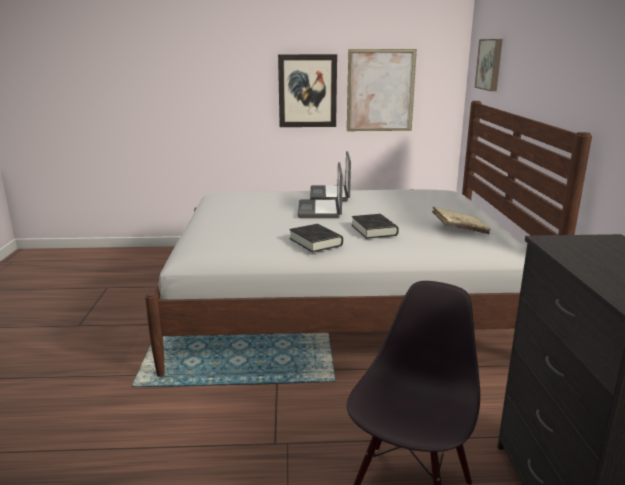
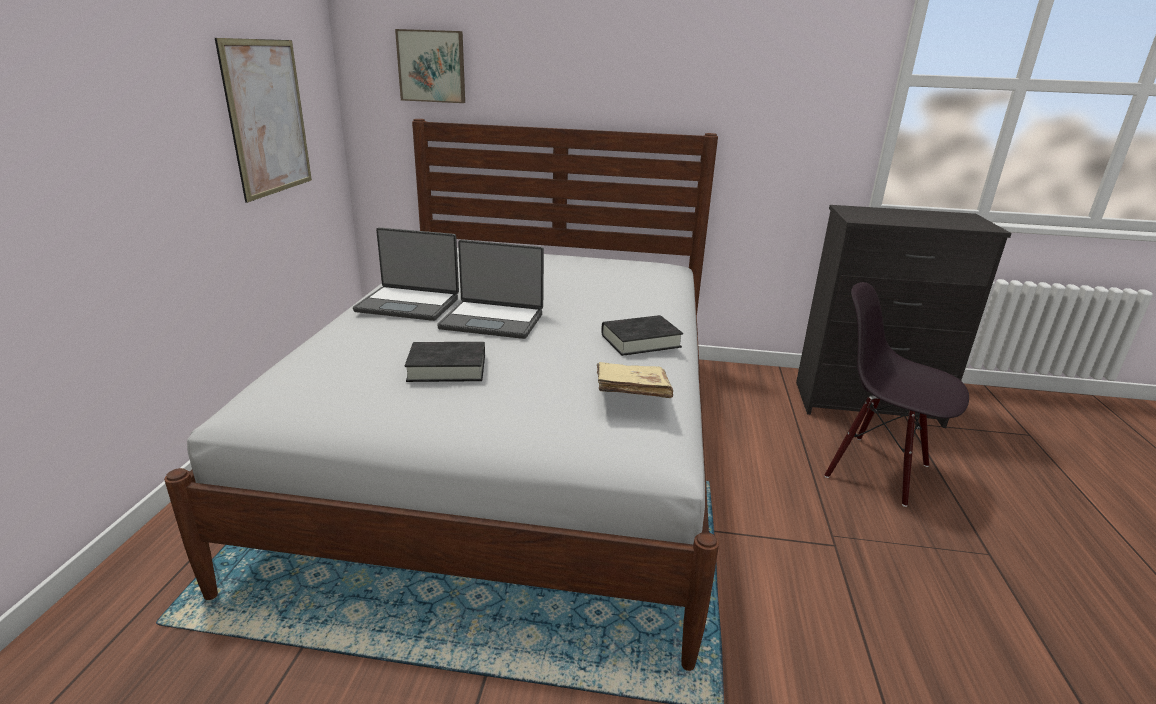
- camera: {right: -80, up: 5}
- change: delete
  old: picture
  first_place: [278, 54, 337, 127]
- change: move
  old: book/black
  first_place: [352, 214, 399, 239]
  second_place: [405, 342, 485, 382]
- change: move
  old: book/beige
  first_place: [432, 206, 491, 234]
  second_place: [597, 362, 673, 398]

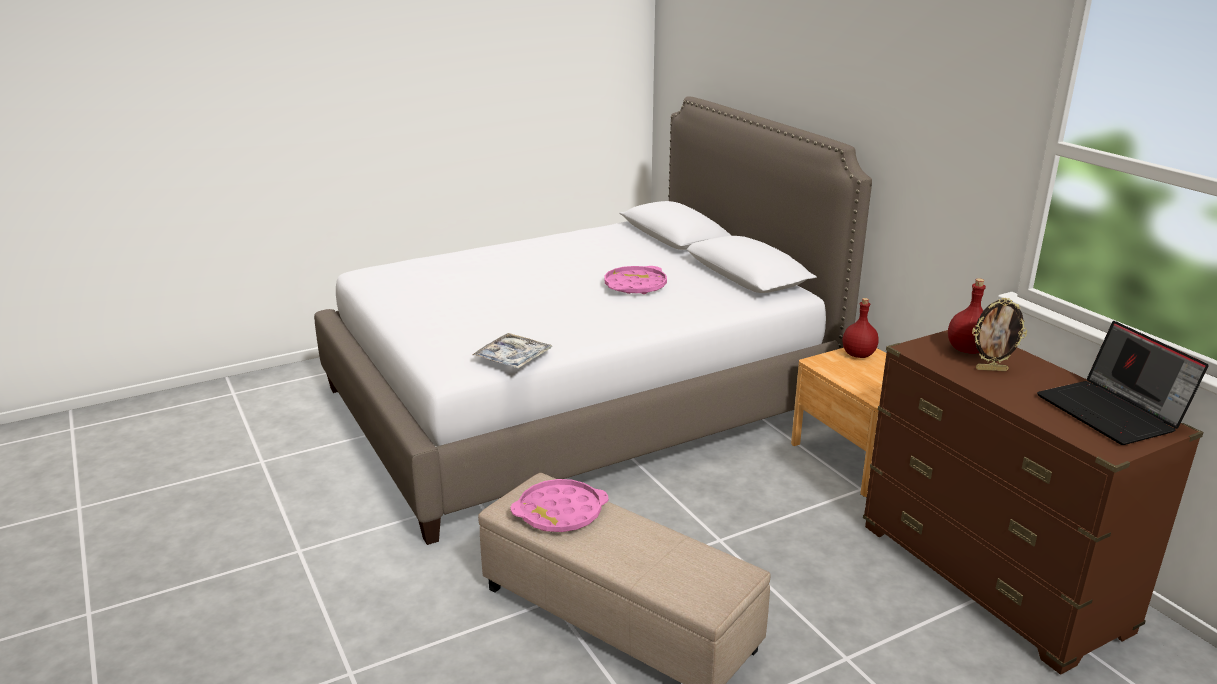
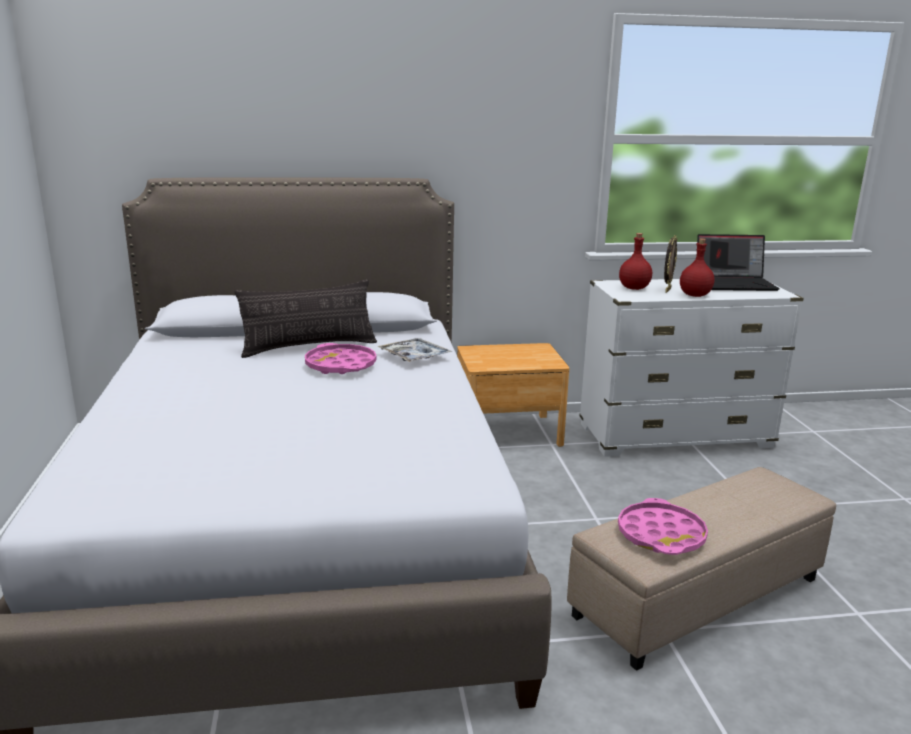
- camera: {right: -70, up: -5}
- change: move
  old: tray
  first_place: [472, 333, 552, 369]
  second_place: [377, 338, 452, 362]
- change: move
  old: bottle/red
  first_place: [843, 298, 879, 358]
  second_place: [680, 239, 715, 297]
- change: recolor
  old: dresser/brown
  new: dresser/white
  first_place: [863, 330, 1204, 675]
  second_place: [579, 279, 804, 457]
- change: insert
  new: pillow
  second_place: [235, 279, 377, 358]

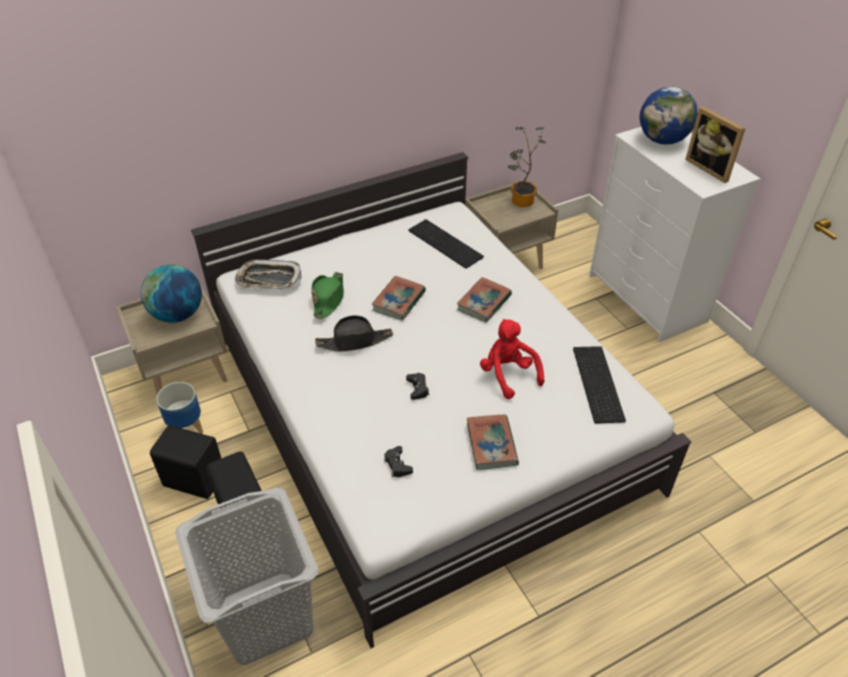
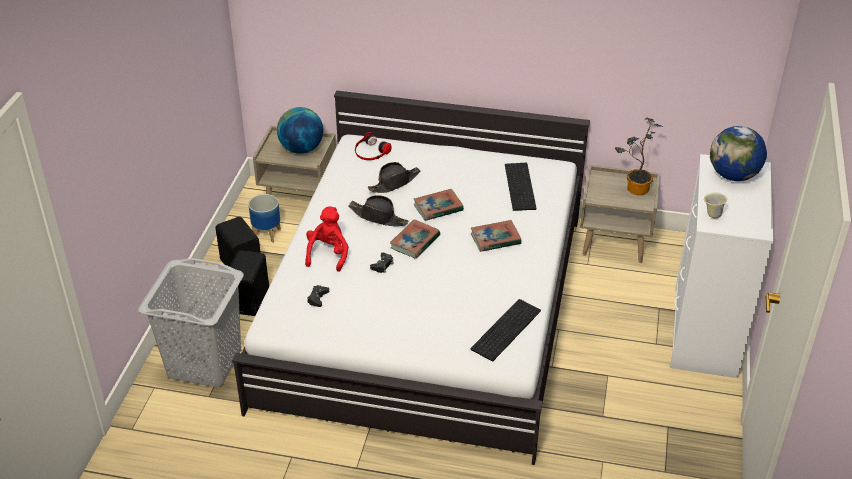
- camera: {right: 40, up: -5}
- change: replace
  old: tray
  new: headphones
  first_place: [234, 259, 302, 290]
  second_place: [355, 132, 392, 160]
- change: recolor
  old: hat/green
  new: hat/black
  first_place: [311, 272, 344, 319]
  second_place: [368, 162, 420, 193]
- change: move
  old: book
  first_place: [467, 415, 519, 470]
  second_place: [390, 219, 440, 259]
- change: move
  old: plush toy/red
  first_place: [480, 319, 544, 399]
  second_place: [305, 206, 348, 272]
- change: delete
  old: picture frame
  first_place: [685, 106, 746, 183]
- change: insert
  new: mug/beige
  second_place: [704, 193, 727, 219]

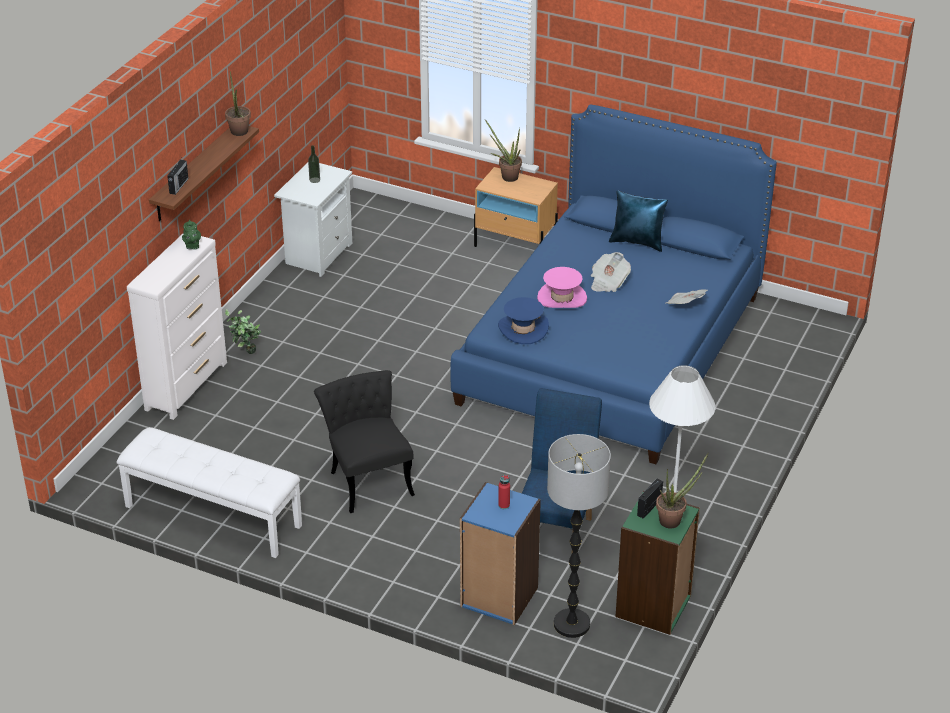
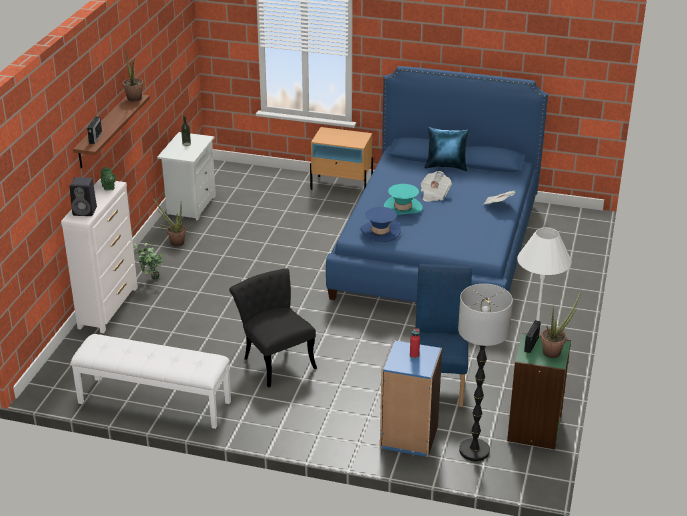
- camera: {right: -10, up: -5}
- change: move
  old: potted plant
  first_place: [485, 120, 522, 182]
  second_place: [152, 198, 186, 247]
- change: recolor
  old: hat/pink
  new: hat/turquoise
  first_place: [537, 267, 587, 308]
  second_place: [384, 184, 423, 215]
- change: insert
  new: speaker/black
  second_place: [70, 177, 97, 216]

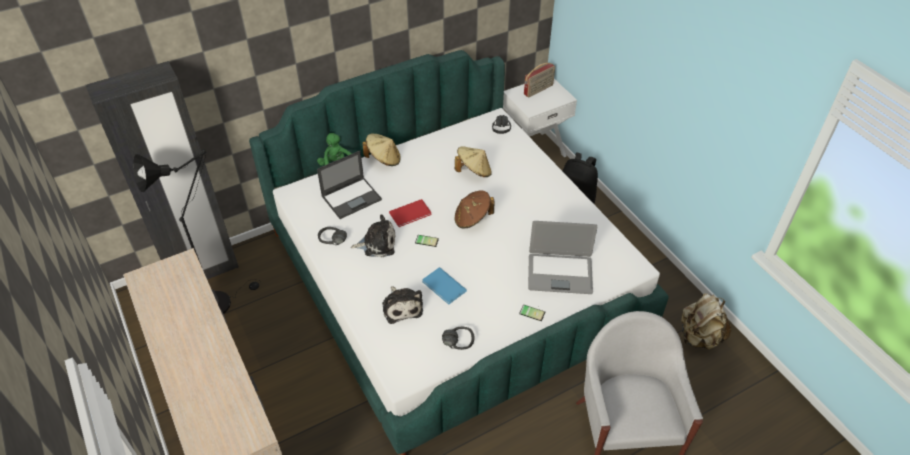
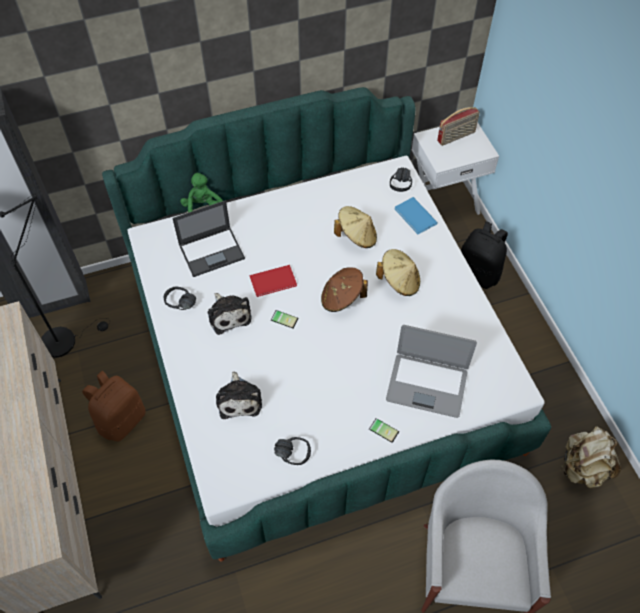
- camera: {right: 10, up: 10}
- change: rotate
  old: plush toy
  first_place: [351, 214, 395, 258]
  second_place: [207, 293, 251, 335]
  degrees: 60
- change: move
  old: hat/beige
  first_place: [362, 133, 401, 166]
  second_place: [376, 249, 420, 296]
- change: move
  old: book/blue
  first_place: [422, 267, 467, 304]
  second_place: [395, 197, 438, 234]
- change: insert
  new: backpack/brown
  second_place: [82, 371, 146, 442]

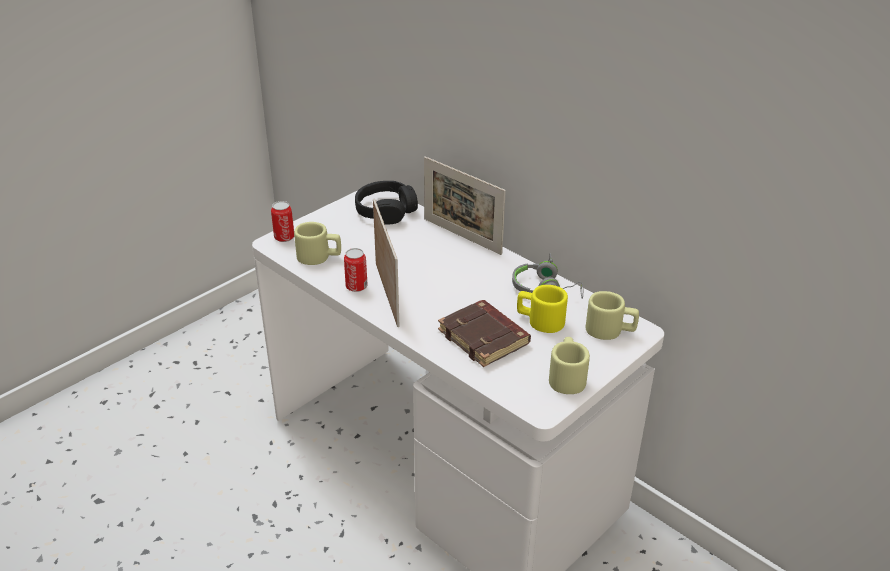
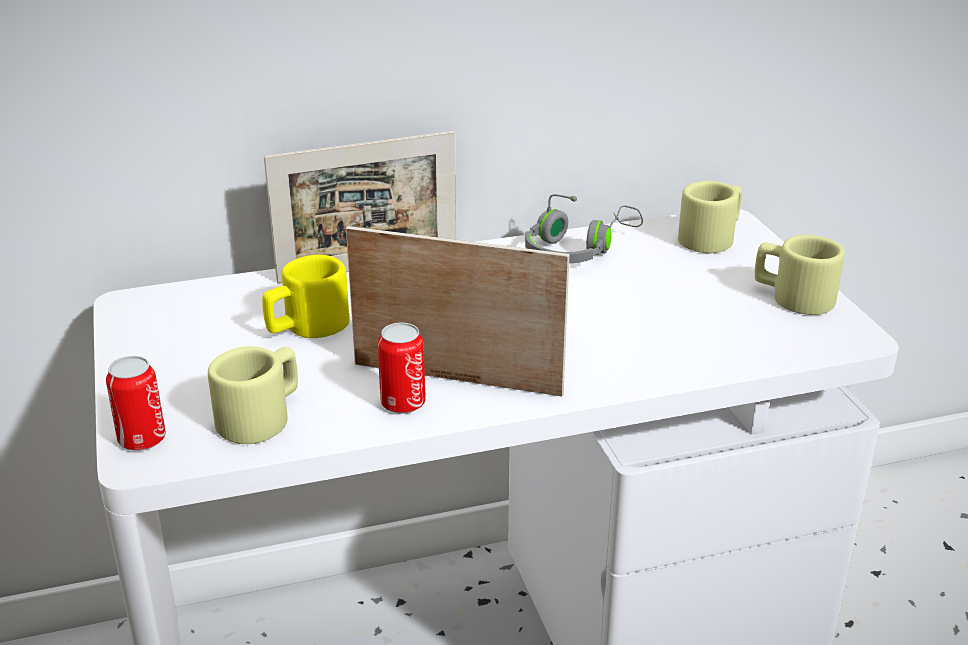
- camera: {right: -60, up: -5}
- change: delete
  old: headphones/black
  first_place: [355, 181, 418, 225]
- change: delete
  old: book/brown
  first_place: [438, 300, 531, 367]
- change: move
  old: mug/yellow
  first_place: [517, 285, 568, 333]
  second_place: [262, 255, 350, 338]

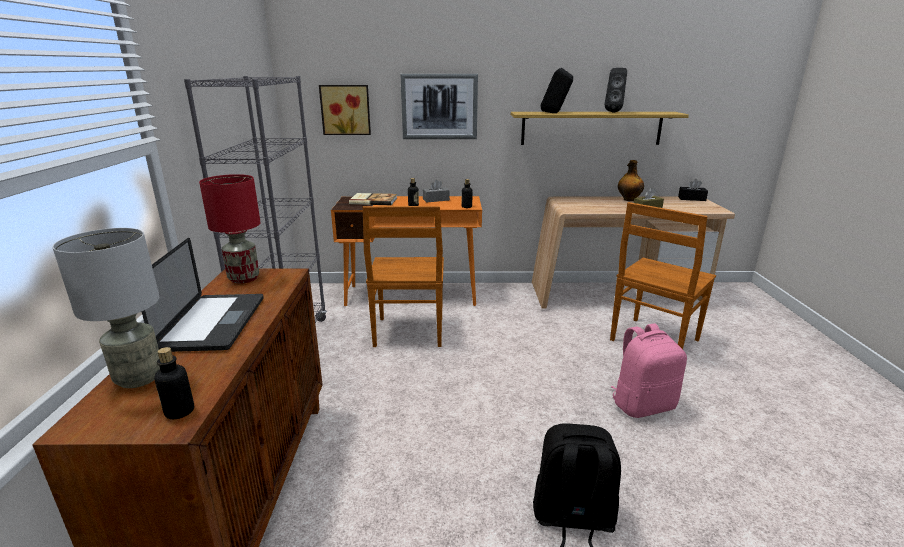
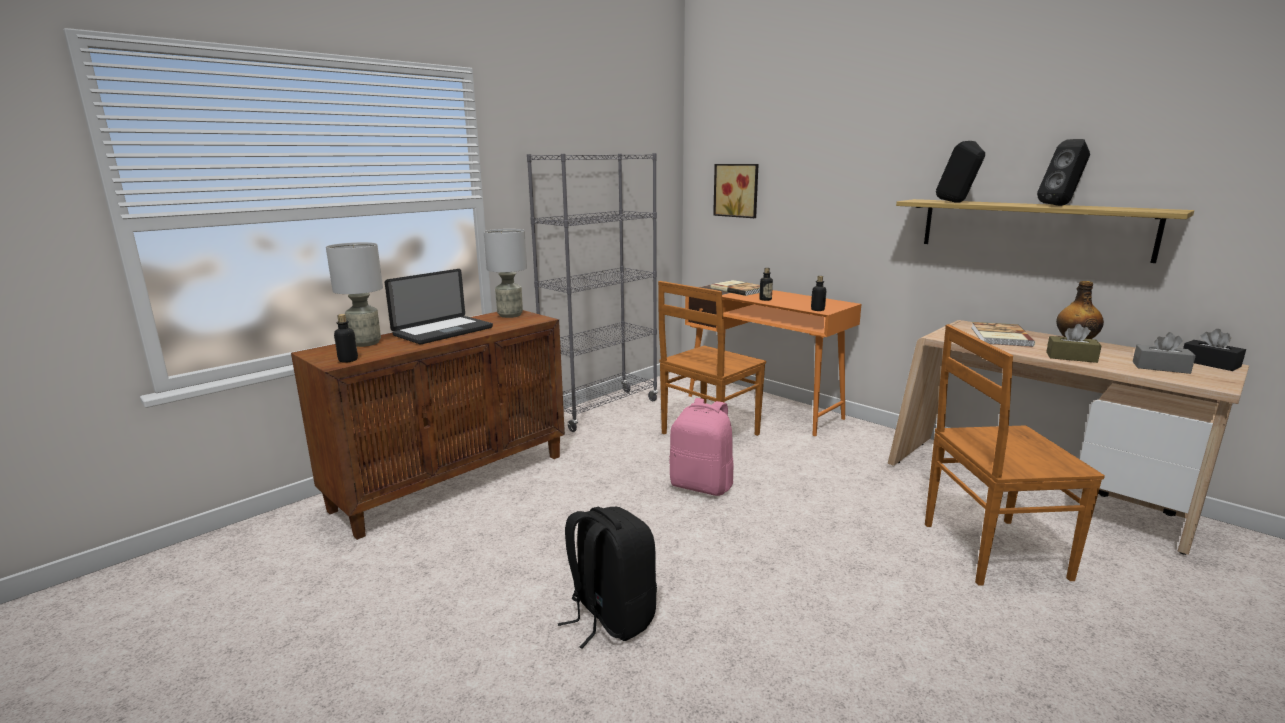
- camera: {right: 45, up: -5}
- change: recolor
  old: table lamp/red
  new: table lamp/grey
  first_place: [199, 174, 260, 284]
  second_place: [484, 229, 527, 318]
- change: delete
  old: picture
  first_place: [401, 74, 478, 139]
- change: move
  old: tissue box/grey
  first_place: [423, 179, 450, 202]
  second_place: [1133, 332, 1196, 374]
- change: move
  old: backpack/pink
  first_place: [611, 324, 687, 418]
  second_place: [669, 398, 733, 496]
- change: insert
  new: book
  second_place: [971, 322, 1035, 347]

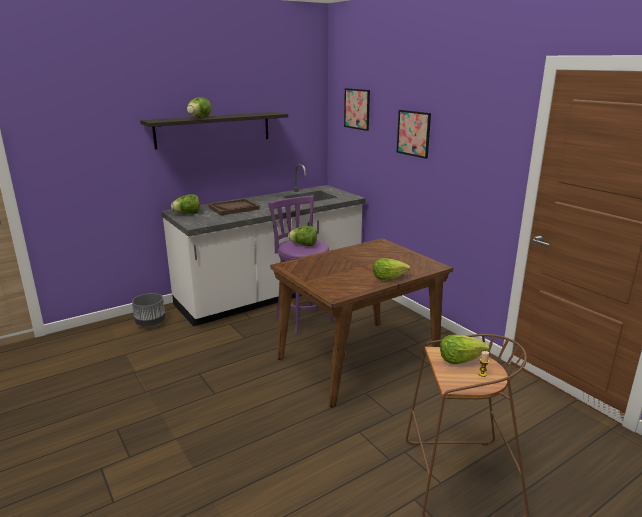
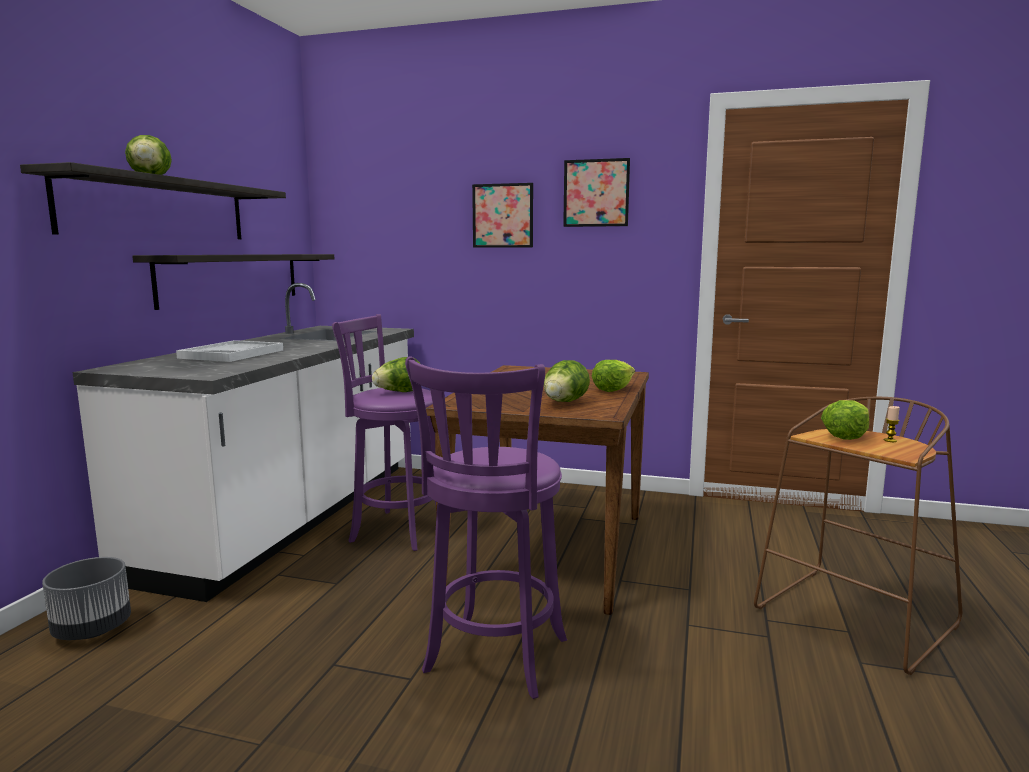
- camera: {right: -40, up: -10}
- change: move
  old: lettuce
  first_place: [171, 194, 200, 214]
  second_place: [544, 360, 590, 402]
- change: recolor
  old: tray/brown
  new: tray/white
  first_place: [209, 199, 259, 216]
  second_place: [176, 340, 283, 362]
- change: move
  old: picture
  first_place: [344, 88, 370, 131]
  second_place: [563, 158, 630, 227]
- change: insert
  new: shelf
  second_place: [132, 254, 334, 310]
- change: insert
  new: stool/purple
  second_place: [405, 356, 567, 699]

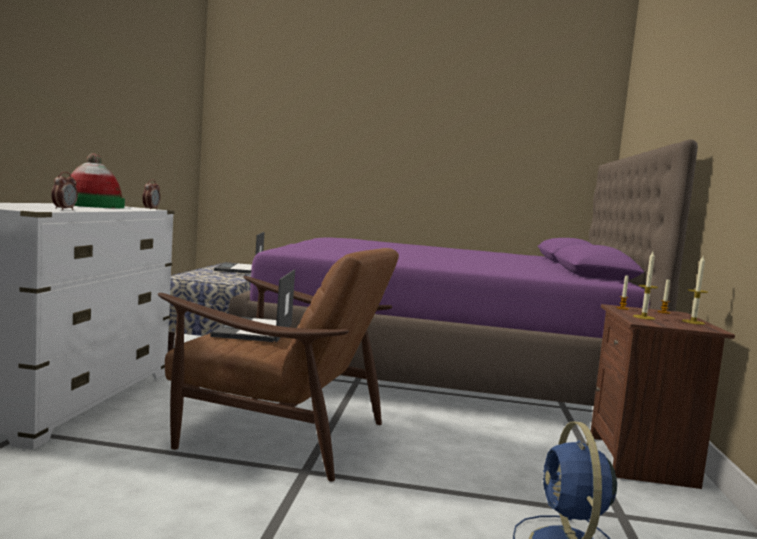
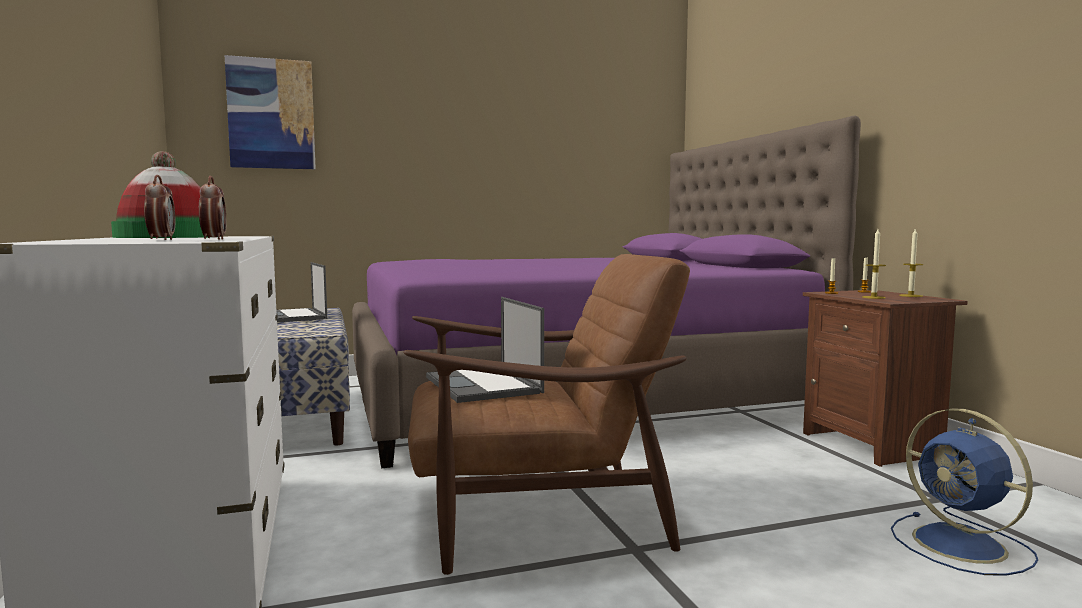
- camera: {right: -25, up: 0}
- change: move
  old: alarm clock
  first_place: [142, 179, 160, 209]
  second_place: [144, 175, 175, 240]
- change: insert
  new: picture
  second_place: [225, 55, 316, 169]

